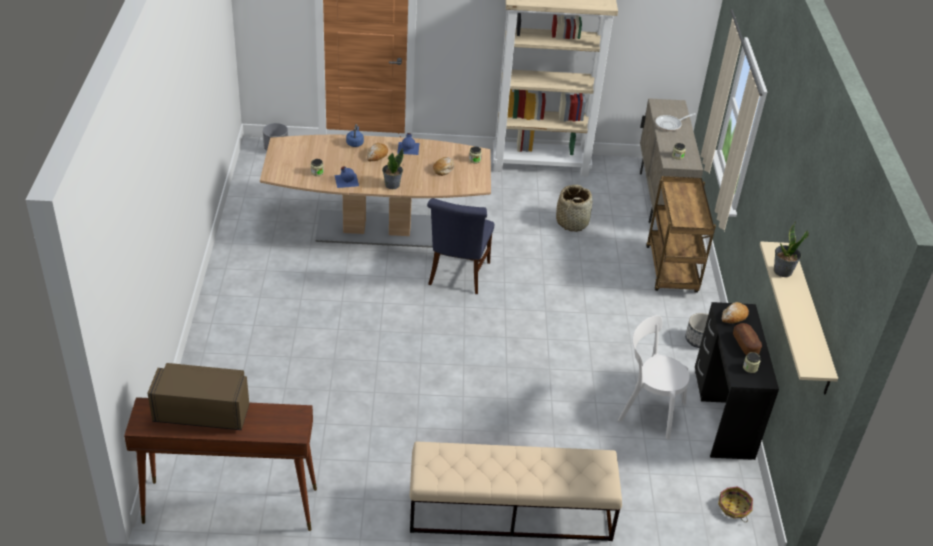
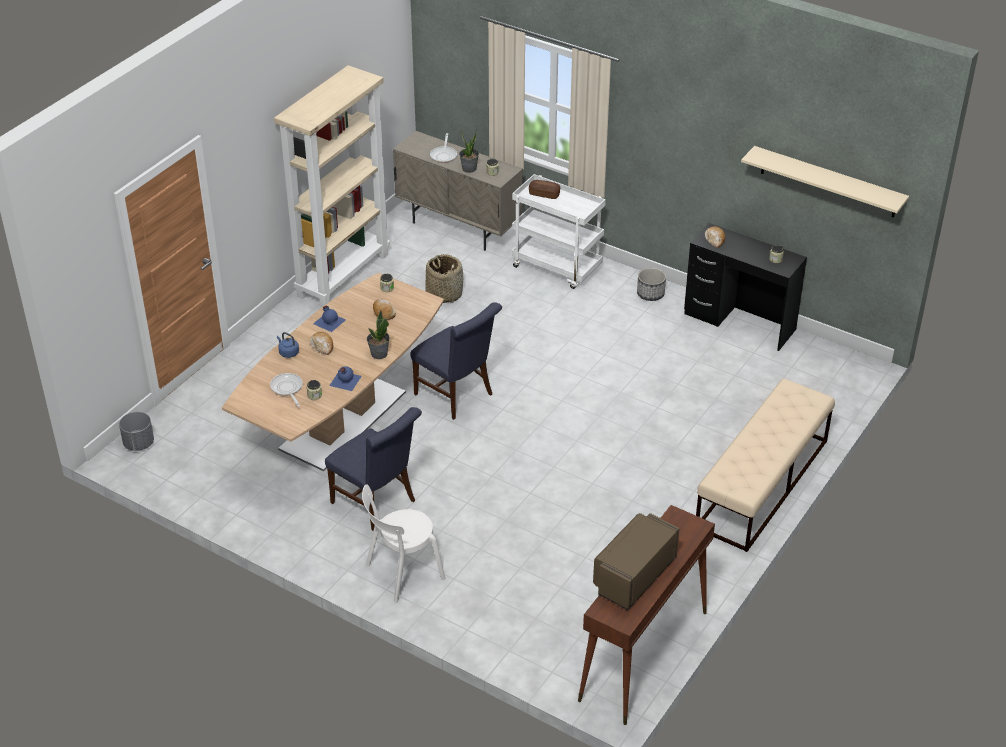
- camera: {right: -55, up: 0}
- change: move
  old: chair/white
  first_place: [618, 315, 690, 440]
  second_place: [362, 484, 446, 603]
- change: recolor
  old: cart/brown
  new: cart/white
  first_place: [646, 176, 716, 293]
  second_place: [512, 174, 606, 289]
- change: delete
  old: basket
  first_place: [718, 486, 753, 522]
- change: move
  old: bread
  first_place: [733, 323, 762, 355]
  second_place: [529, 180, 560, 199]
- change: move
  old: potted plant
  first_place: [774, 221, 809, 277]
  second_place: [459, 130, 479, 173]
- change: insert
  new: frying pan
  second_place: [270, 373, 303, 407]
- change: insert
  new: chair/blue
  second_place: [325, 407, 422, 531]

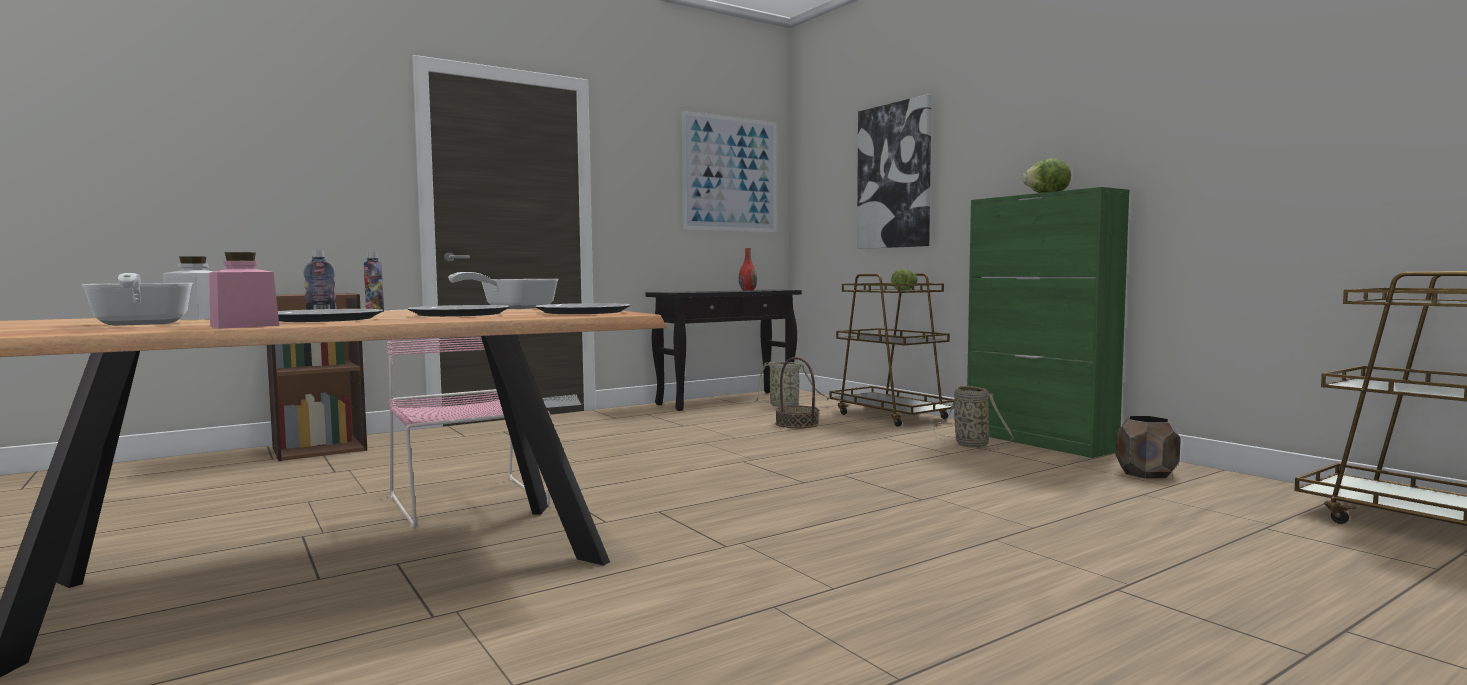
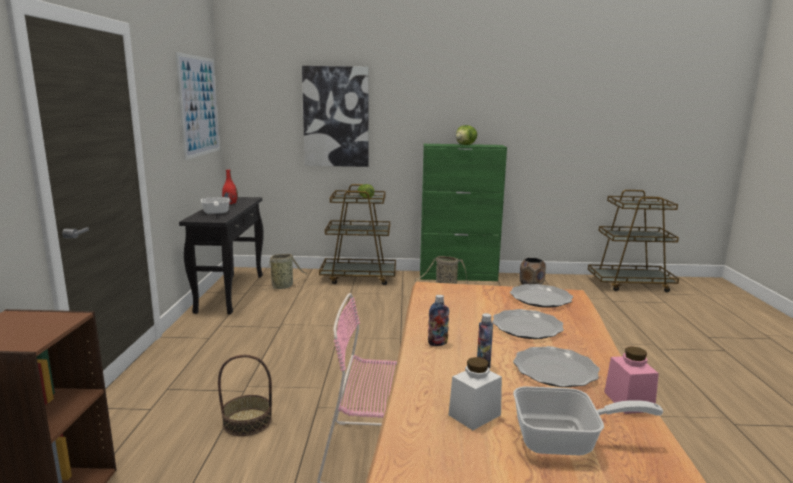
- camera: {right: -55, up: 10}
- change: move
  old: frying pan
  first_place: [448, 272, 559, 309]
  second_place: [201, 197, 230, 214]
- change: move
  old: basket
  first_place: [775, 357, 819, 428]
  second_place: [218, 355, 272, 436]

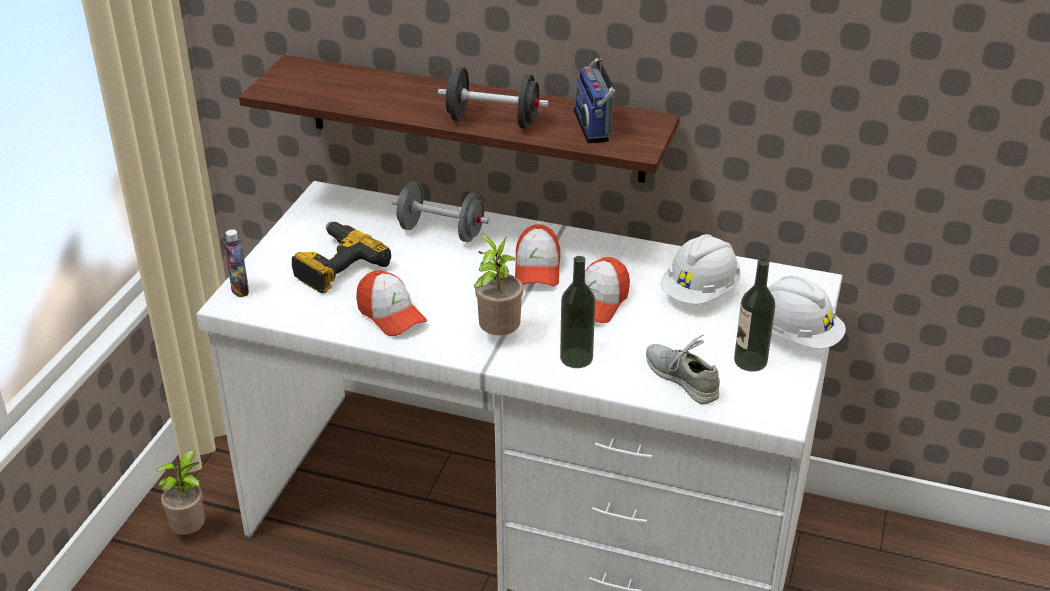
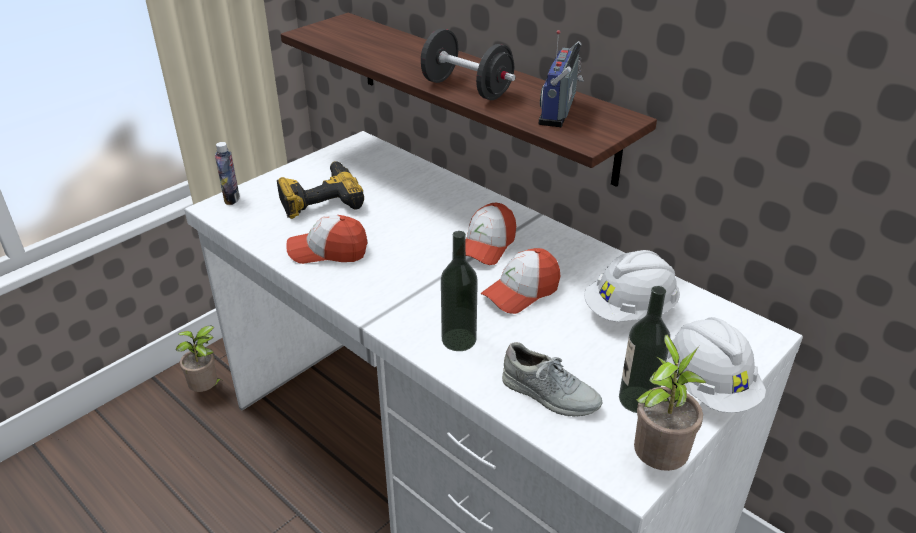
- camera: {right: 25, up: 0}
- change: rotate
  old: cap
  first_place: [356, 270, 427, 336]
  second_place: [286, 215, 367, 264]
  degrees: 105
- change: delete
  old: dumbbell/grey
  first_place: [392, 181, 490, 242]
- change: move
  old: potted plant
  first_place: [473, 233, 523, 335]
  second_place: [634, 335, 707, 471]
- change: rotate
  old: shoe/grey
  first_place: [646, 335, 720, 404]
  second_place: [502, 342, 603, 417]
  degrees: 135

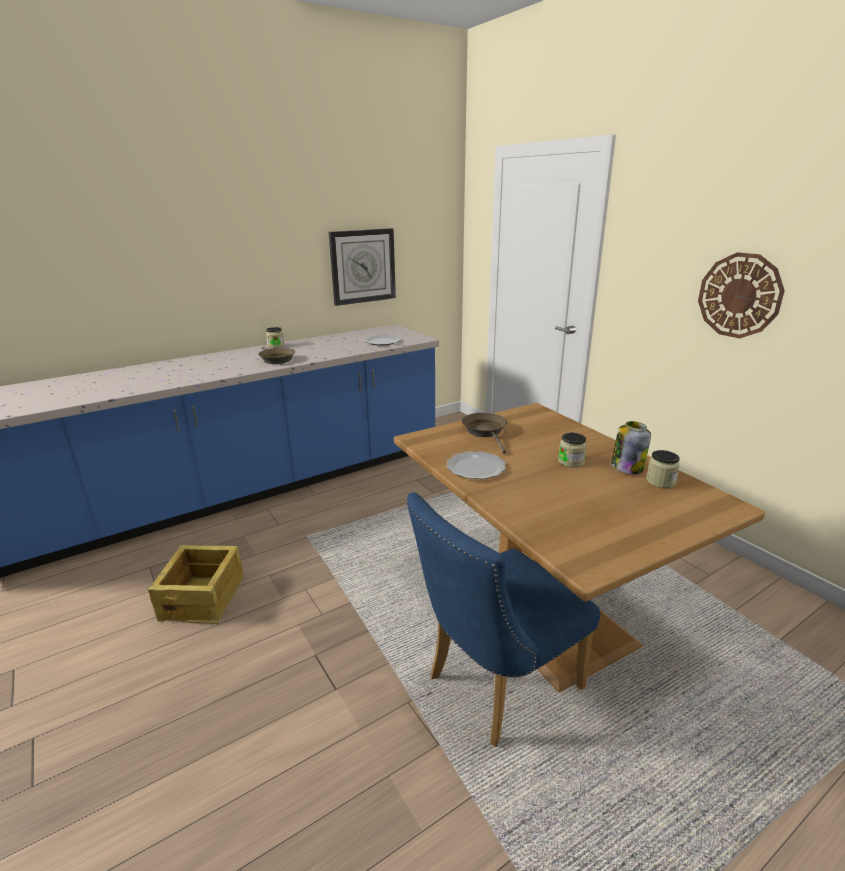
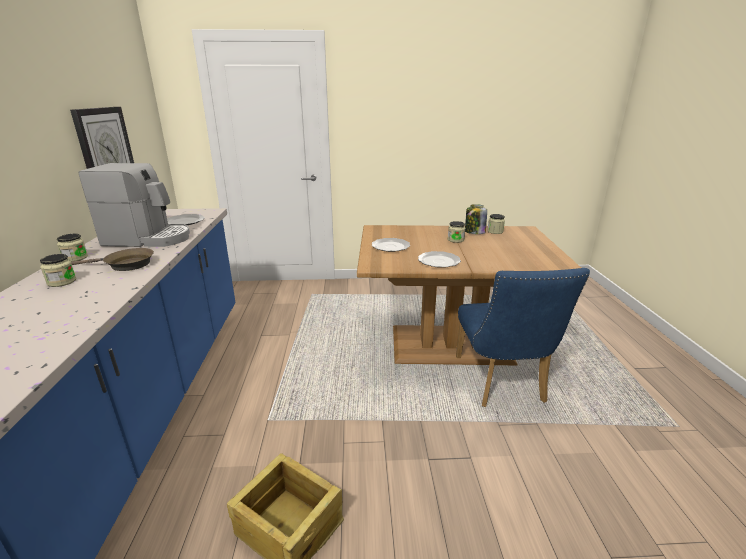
- camera: {right: -60, up: 0}
- change: replace
  old: frying pan/brown
  new: plate
  first_place: [462, 413, 507, 454]
  second_place: [372, 238, 410, 252]
- change: delete
  old: wall clock
  first_place: [698, 252, 785, 339]
- change: insert
  new: jar
  second_place: [40, 254, 76, 287]
- change: insert
  new: coffee machine
  second_place: [78, 163, 190, 247]

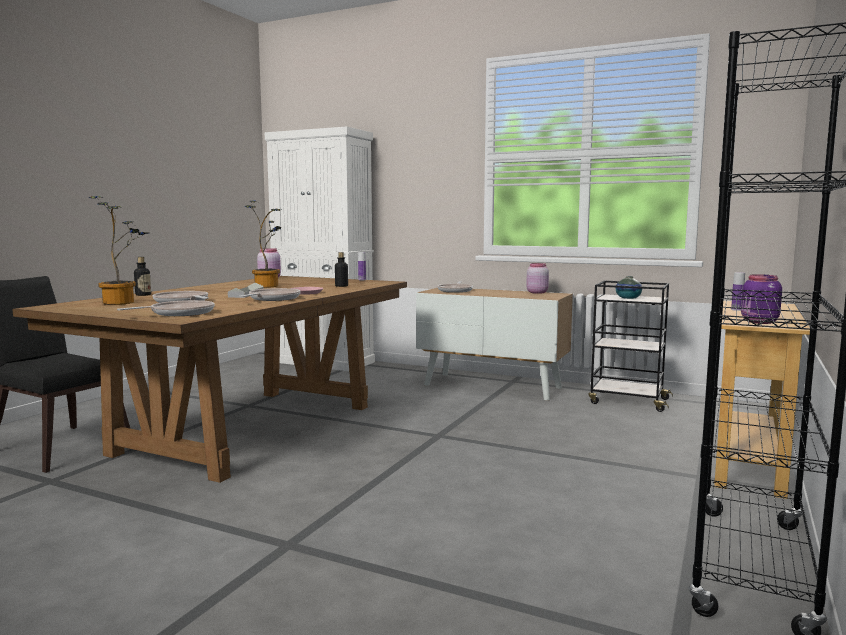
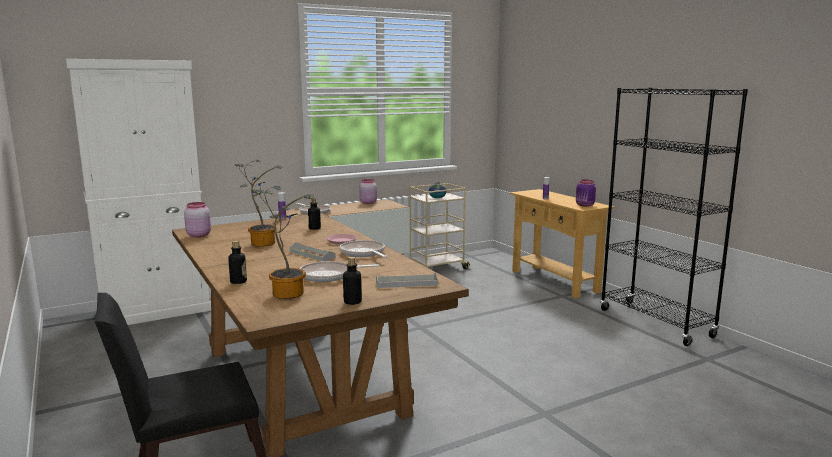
- camera: {right: -55, up: 5}
- change: replace
  old: frying pan
  new: tray/grey
  first_place: [117, 300, 215, 316]
  second_place: [376, 273, 438, 288]
- change: recolor
  old: cart/black
  new: cart/beige
  first_place: [588, 281, 673, 412]
  second_place: [410, 183, 470, 269]
- change: insert
  new: bottle
  second_place: [343, 257, 362, 305]

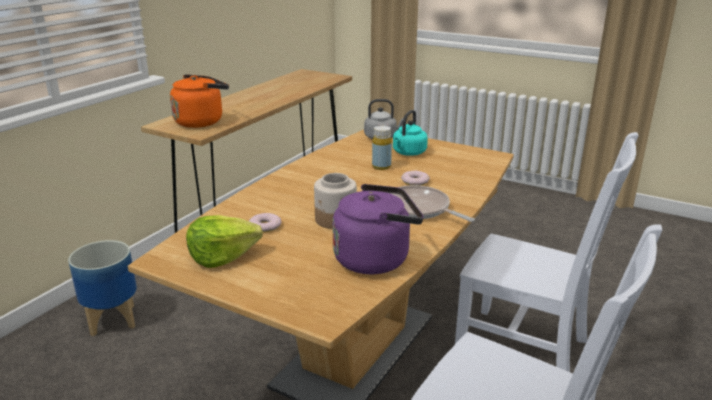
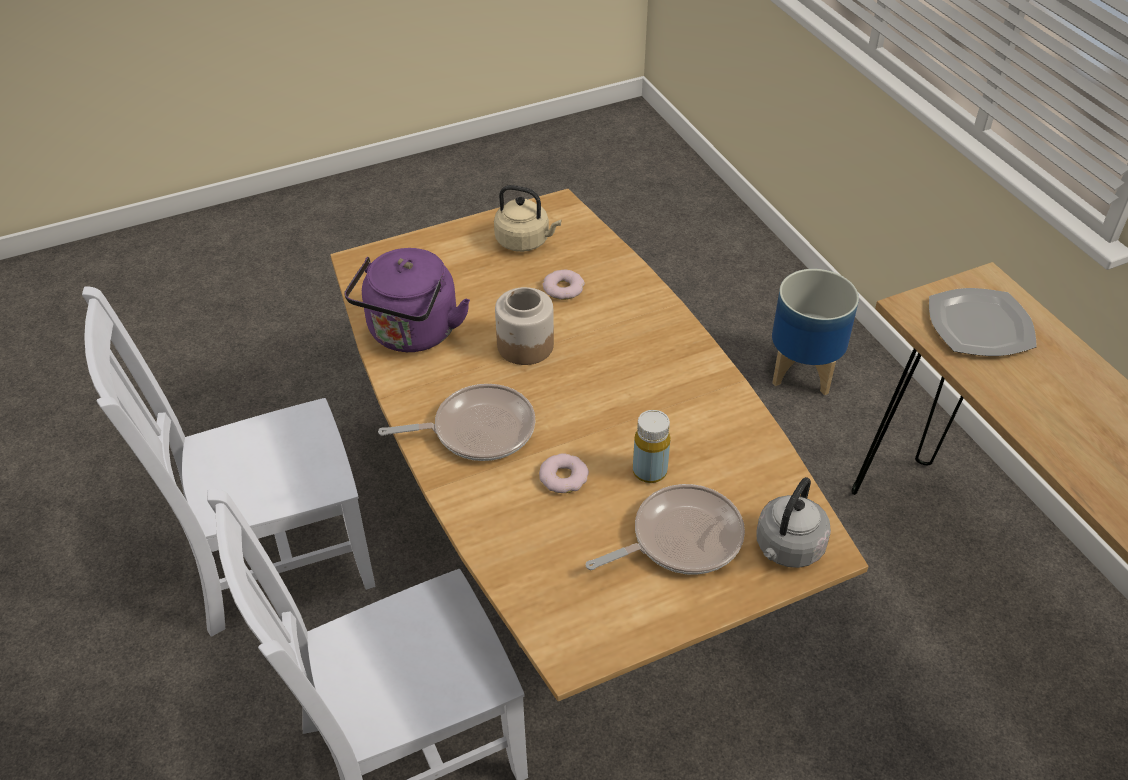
- camera: {right: 125, up: 20}
- change: replace
  old: kettle/orange
  new: plate
  first_place: [170, 74, 229, 128]
  second_place: [929, 288, 1037, 356]
- change: replace
  old: lettuce
  new: kettle/beige
  first_place: [186, 215, 263, 268]
  second_place: [494, 185, 561, 252]
- change: replace
  old: kettle/turquoise
  new: frying pan
  first_place: [393, 110, 428, 156]
  second_place: [586, 484, 745, 575]

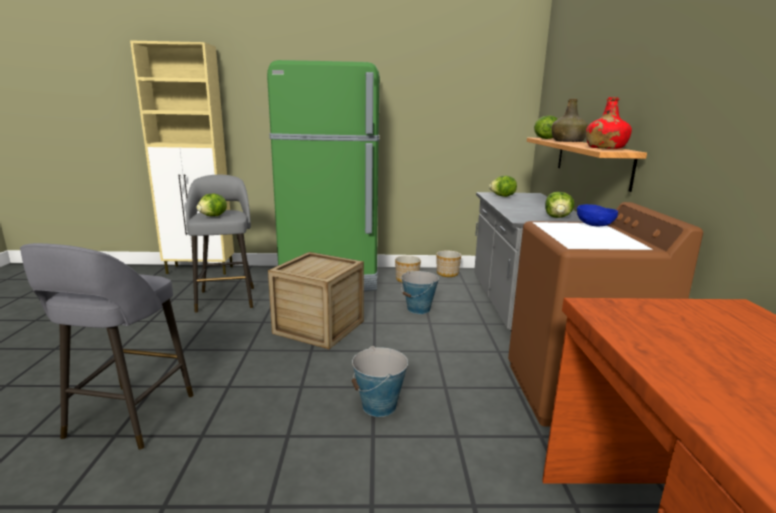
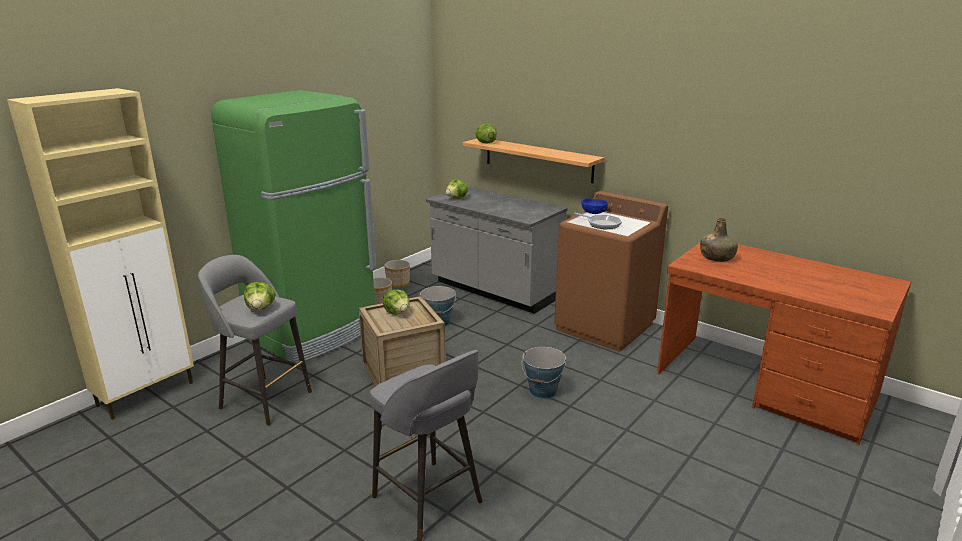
- camera: {right: -50, up: 5}
- change: move
  old: lettuce
  first_place: [545, 192, 575, 218]
  second_place: [383, 289, 410, 315]
- change: move
  old: bottle/green
  first_place: [551, 99, 588, 142]
  second_place: [700, 218, 738, 262]
- change: delete
  old: bottle/red
  first_place: [586, 97, 632, 149]
- change: insert
  new: frying pan
  second_place: [574, 213, 622, 229]

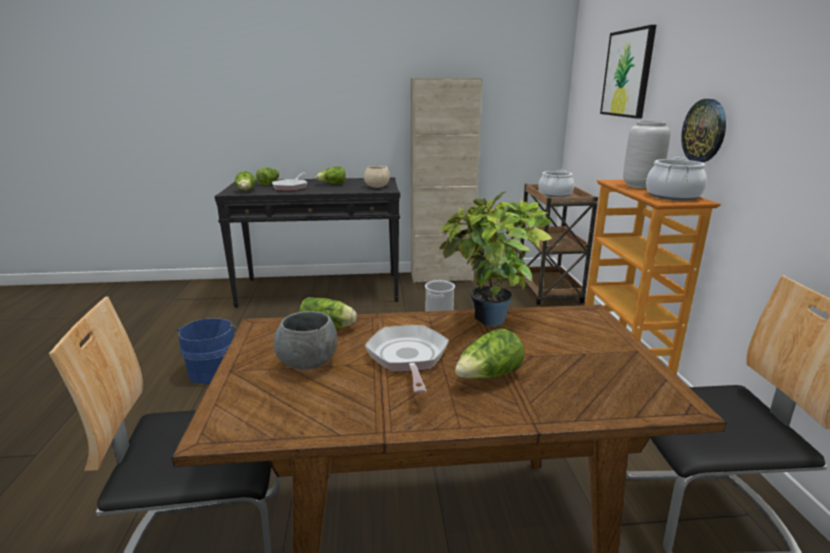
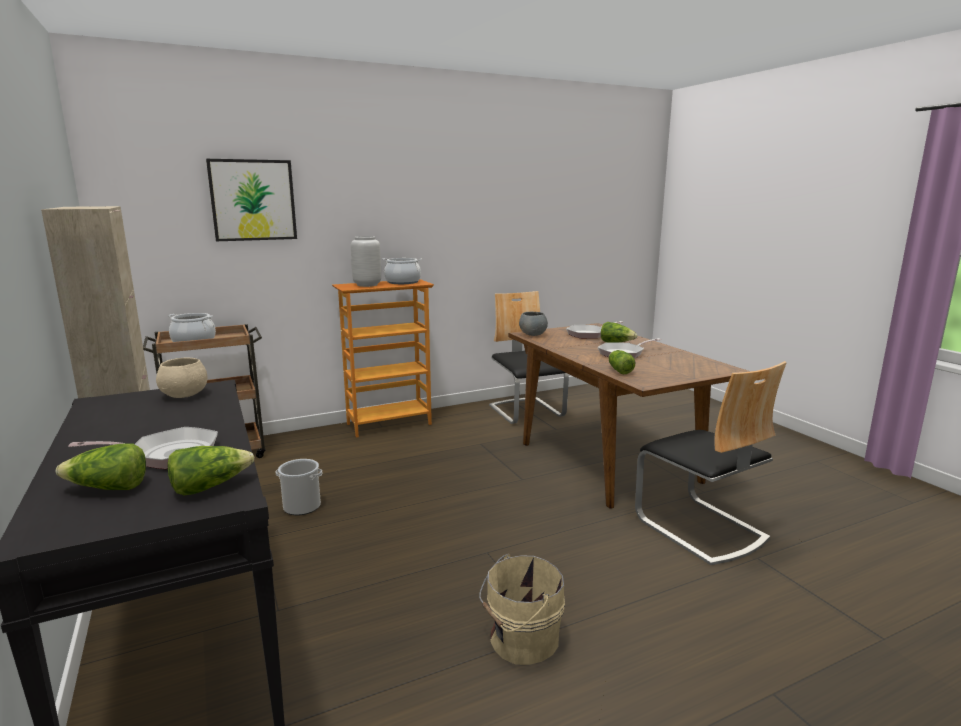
- camera: {right: -110, up: -5}
- change: recolor
  old: bucket/blue
  new: bucket/beige
  first_place: [177, 318, 238, 384]
  second_place: [479, 554, 565, 665]
- change: move
  old: bowl/grey
  first_place: [274, 311, 337, 370]
  second_place: [519, 312, 548, 336]
- change: delete
  old: lettuce
  first_place: [315, 166, 346, 184]
- change: delete
  old: potted plant
  first_place: [439, 191, 552, 327]
- change: delete
  old: wall clock
  first_place: [681, 99, 726, 162]
- change: insert
  new: frying pan
  second_place: [566, 321, 623, 339]

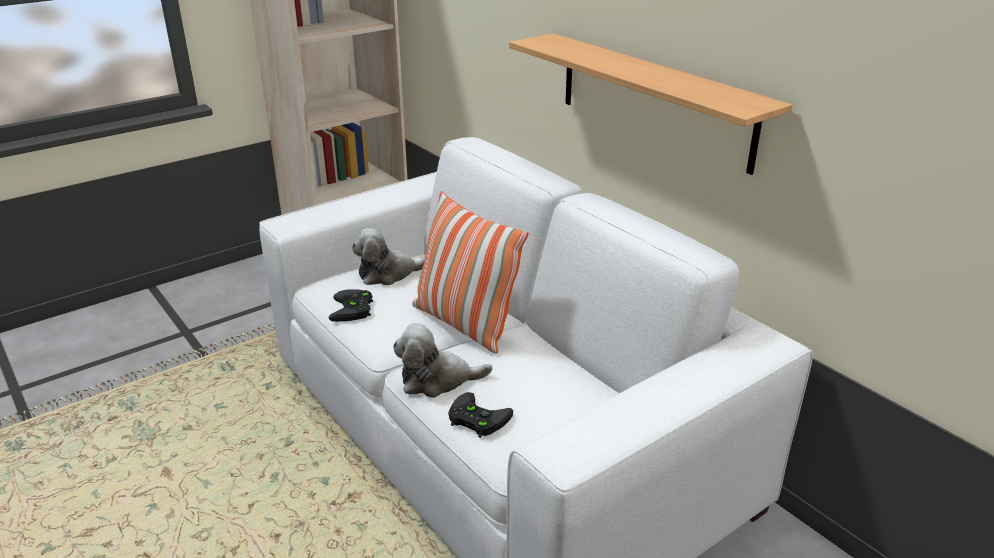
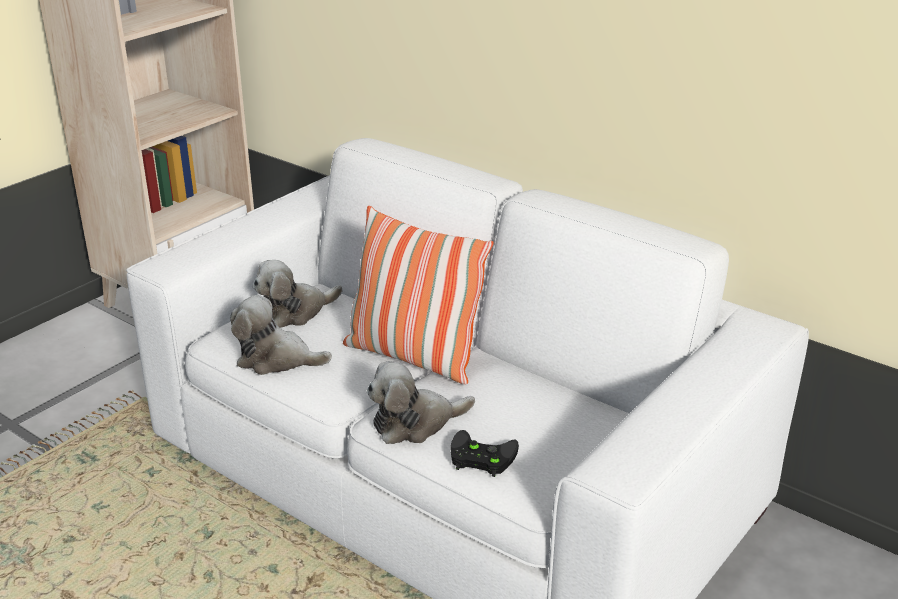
- camera: {right: -15, up: 0}
- change: replace
  old: game controller/black
  new: plush toy
  first_place: [329, 289, 373, 322]
  second_place: [230, 295, 332, 375]
- change: delete
  old: shelf
  first_place: [509, 33, 793, 175]

